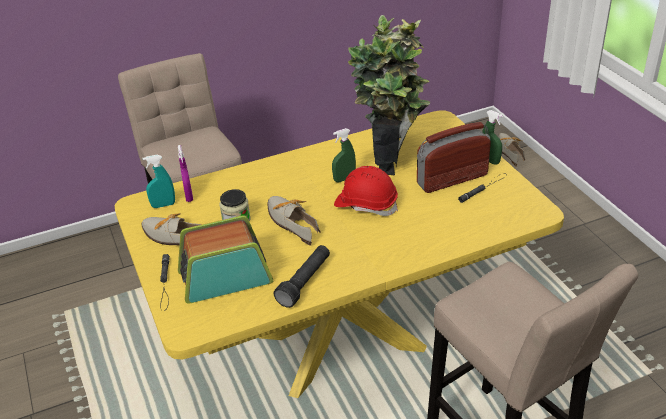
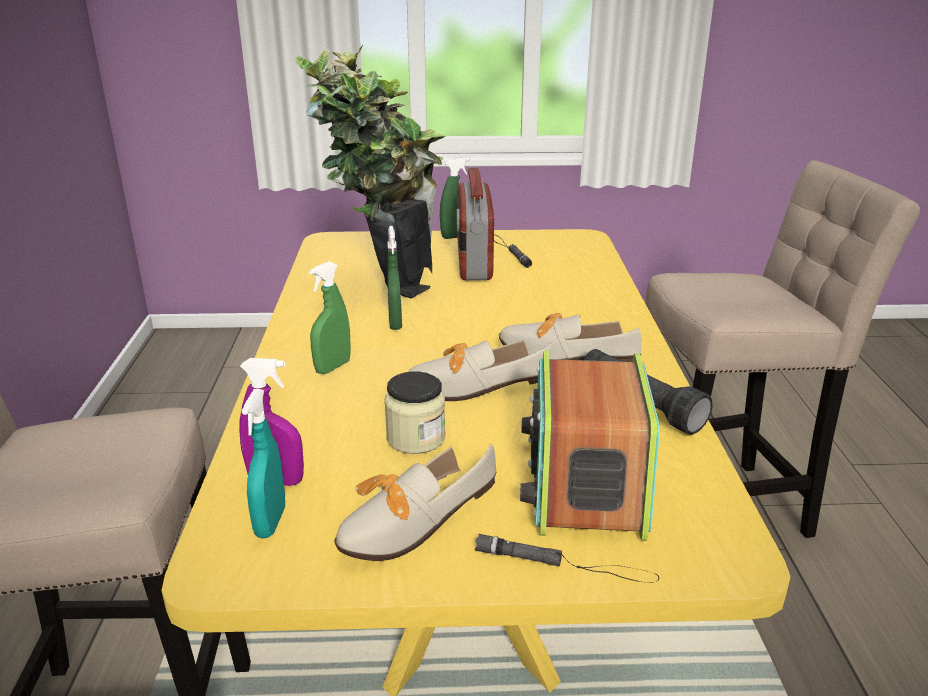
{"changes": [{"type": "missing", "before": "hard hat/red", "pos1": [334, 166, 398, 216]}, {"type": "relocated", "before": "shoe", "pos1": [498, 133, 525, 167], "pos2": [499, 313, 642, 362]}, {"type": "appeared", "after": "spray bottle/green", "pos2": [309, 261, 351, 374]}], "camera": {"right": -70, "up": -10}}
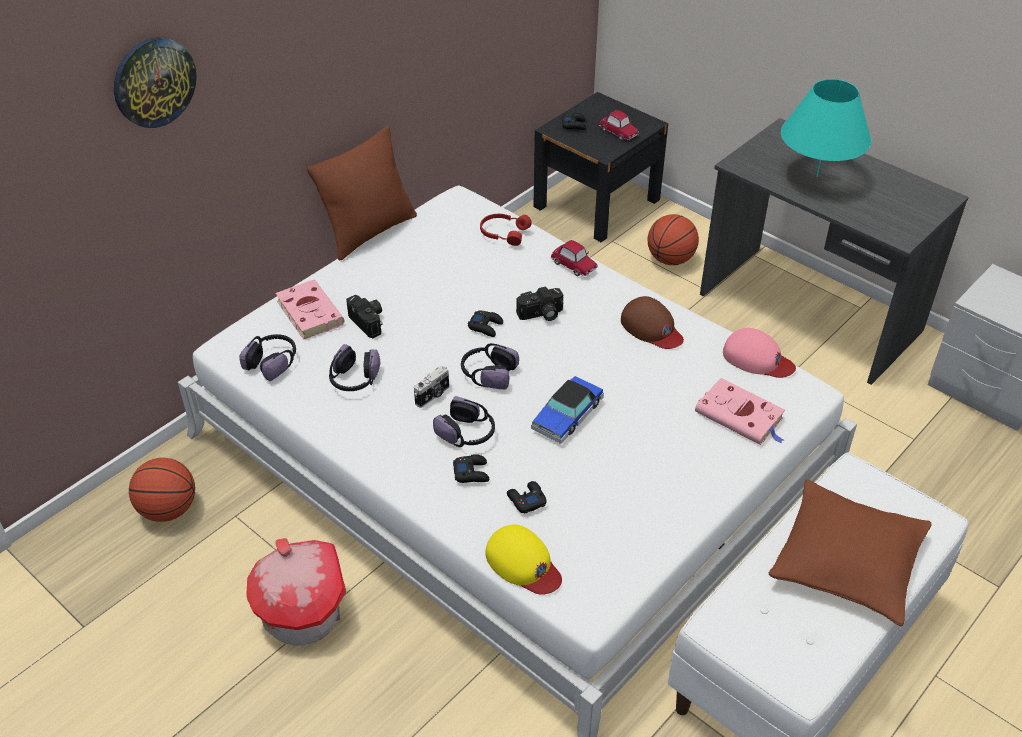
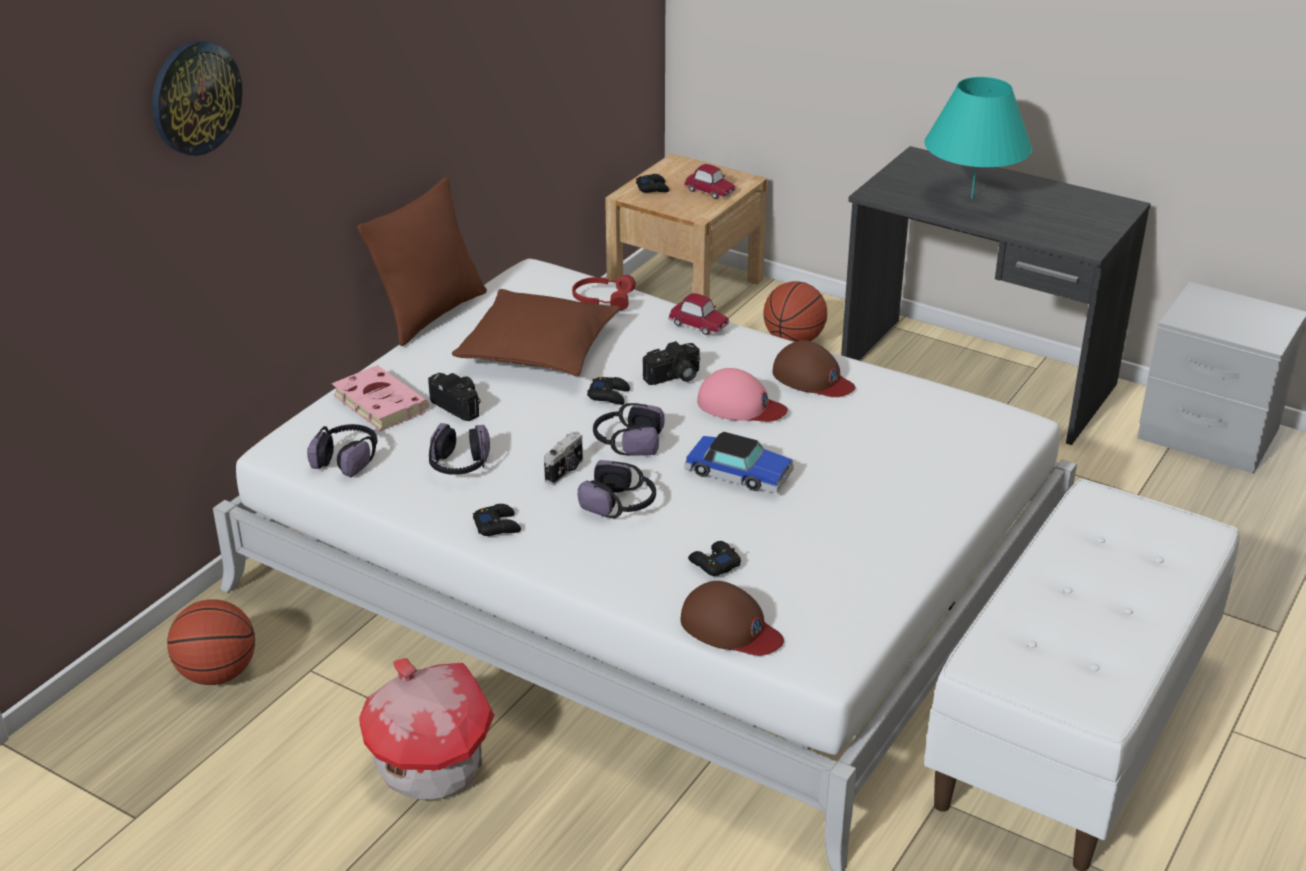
{"changes": [{"type": "relocated", "before": "game controller/black", "pos1": [453, 454, 489, 483], "pos2": [473, 504, 521, 536]}, {"type": "colour", "before": "cap/yellow", "after": "cap/brown", "pos1": [486, 524, 562, 595], "pos2": [680, 581, 784, 656]}, {"type": "spun", "before": "toy car", "pos1": [531, 376, 604, 444], "pos2": [685, 432, 794, 493], "turn": -90}, {"type": "colour", "before": "nightstand/black", "after": "nightstand/beige", "pos1": [533, 92, 668, 242], "pos2": [605, 153, 767, 299]}, {"type": "missing", "before": "book/pink", "pos1": [695, 378, 785, 445]}, {"type": "relocated", "before": "cap/pink", "pos1": [723, 328, 796, 378], "pos2": [697, 368, 788, 422]}, {"type": "relocated", "before": "pillow/brown", "pos1": [769, 480, 931, 626], "pos2": [452, 289, 620, 376]}], "camera": {"right": -10, "up": -10}}
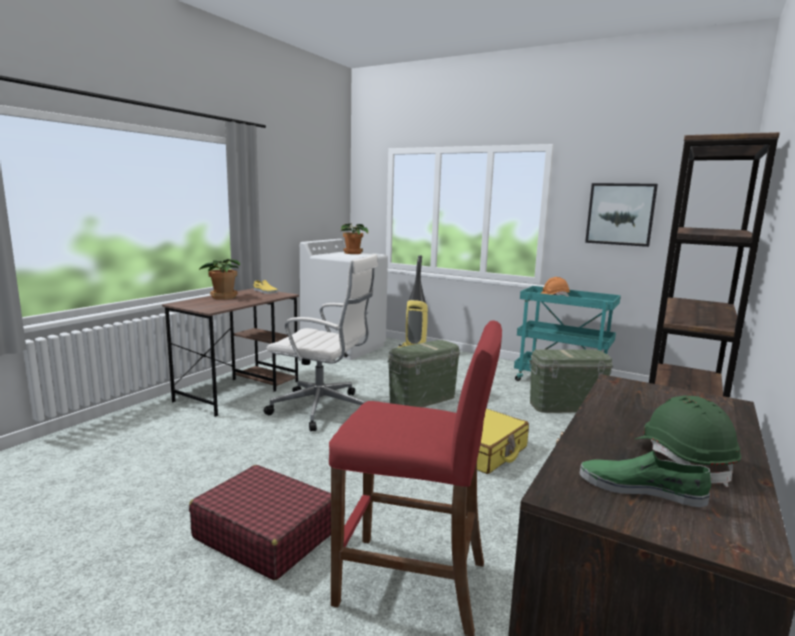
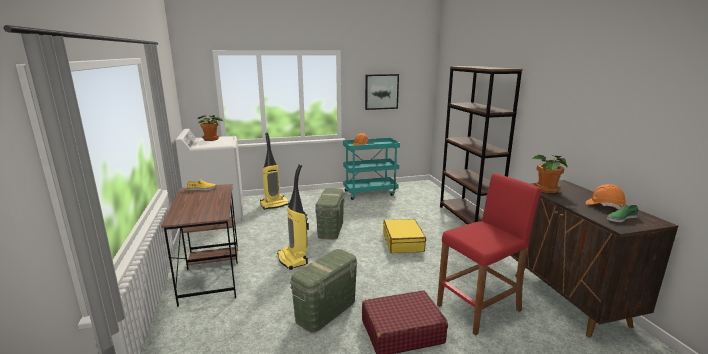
{"changes": [{"type": "relocated", "before": "potted plant", "pos1": [198, 259, 240, 300], "pos2": [532, 154, 567, 193]}, {"type": "exchanged", "before": "office chair/white", "after": "vacuum cleaner", "pos1": [264, 254, 378, 432], "pos2": [277, 164, 309, 270]}, {"type": "relocated", "before": "storage box/green", "pos1": [529, 350, 613, 413], "pos2": [290, 249, 357, 332]}, {"type": "colour", "before": "hard hat/green", "after": "hard hat/orange", "pos1": [635, 396, 741, 487], "pos2": [585, 184, 626, 209]}], "camera": {"right": -45, "up": 5}}
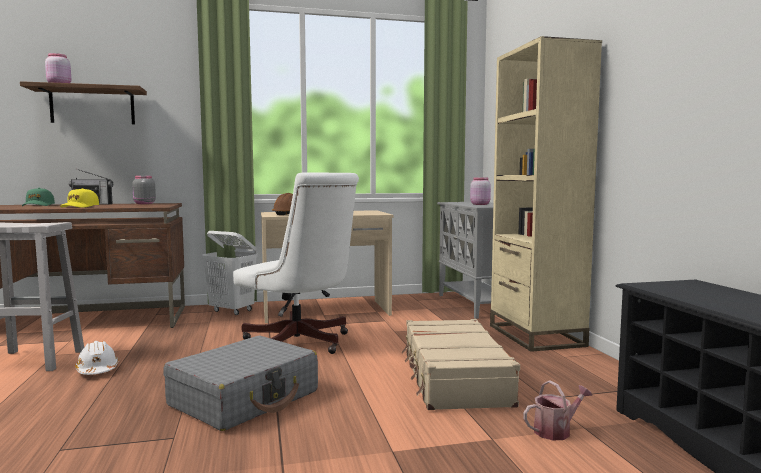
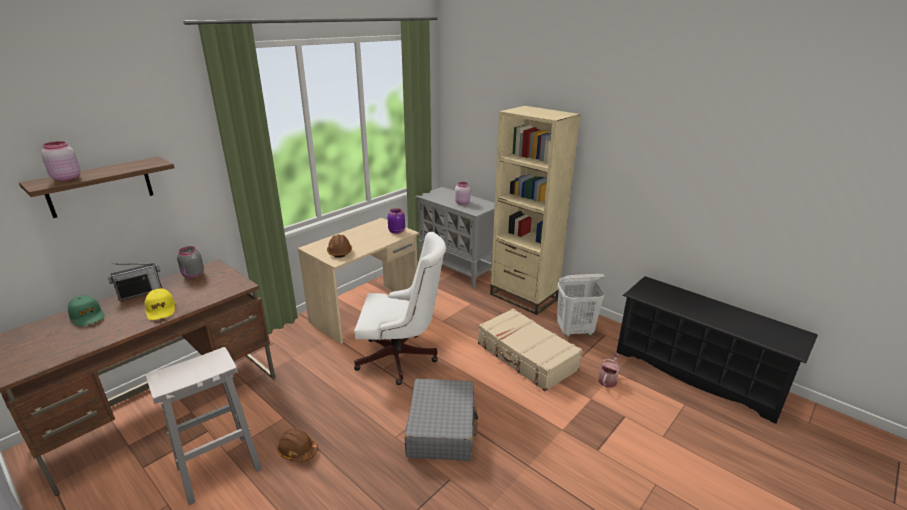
{"changes": [{"type": "colour", "before": "hard hat/white", "after": "hard hat/brown", "pos1": [75, 341, 119, 375], "pos2": [277, 429, 318, 462]}, {"type": "relocated", "before": "laundry basket/white", "pos1": [202, 231, 257, 315], "pos2": [557, 274, 605, 337]}, {"type": "appeared", "after": "jar/purple", "pos2": [388, 208, 405, 234]}], "camera": {"right": -35, "up": 20}}
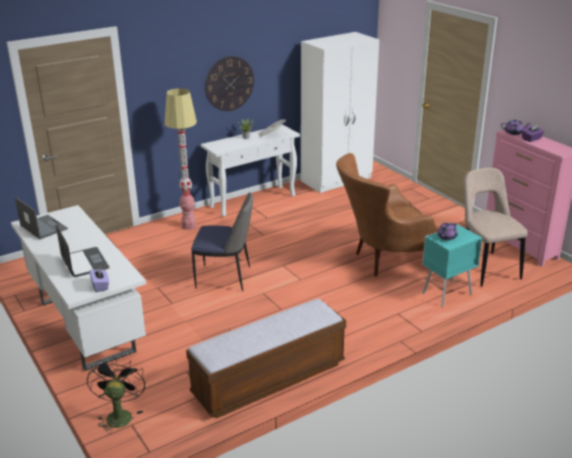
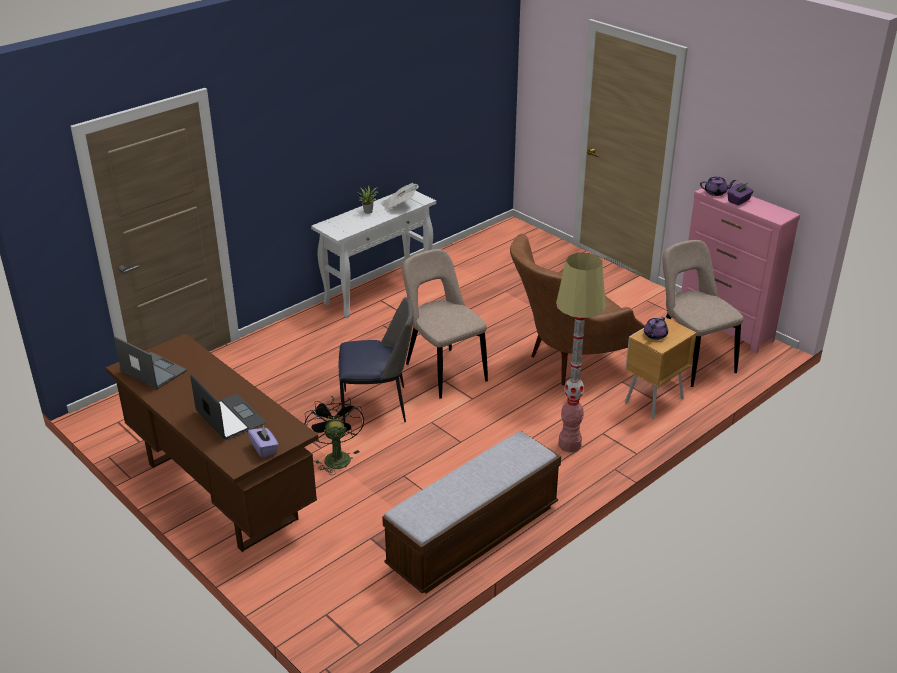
{"changes": [{"type": "colour", "before": "desk/white", "after": "desk/brown", "pos1": [11, 205, 146, 371], "pos2": [106, 334, 319, 552]}, {"type": "relocated", "before": "fan/black", "pos1": [87, 357, 145, 434], "pos2": [305, 396, 364, 475]}, {"type": "relocated", "before": "floor lamp", "pos1": [165, 88, 197, 230], "pos2": [556, 253, 606, 453]}, {"type": "missing", "before": "wall clock", "pos1": [205, 56, 254, 111]}, {"type": "missing", "before": "wardrobe/white", "pos1": [301, 32, 379, 193]}, {"type": "colour", "before": "nightstand/turquoise", "after": "nightstand/brown", "pos1": [422, 225, 482, 307], "pos2": [625, 316, 697, 419]}, {"type": "appeared", "after": "chair/beige", "pos2": [402, 249, 488, 399]}], "camera": {"right": -10, "up": 5}}
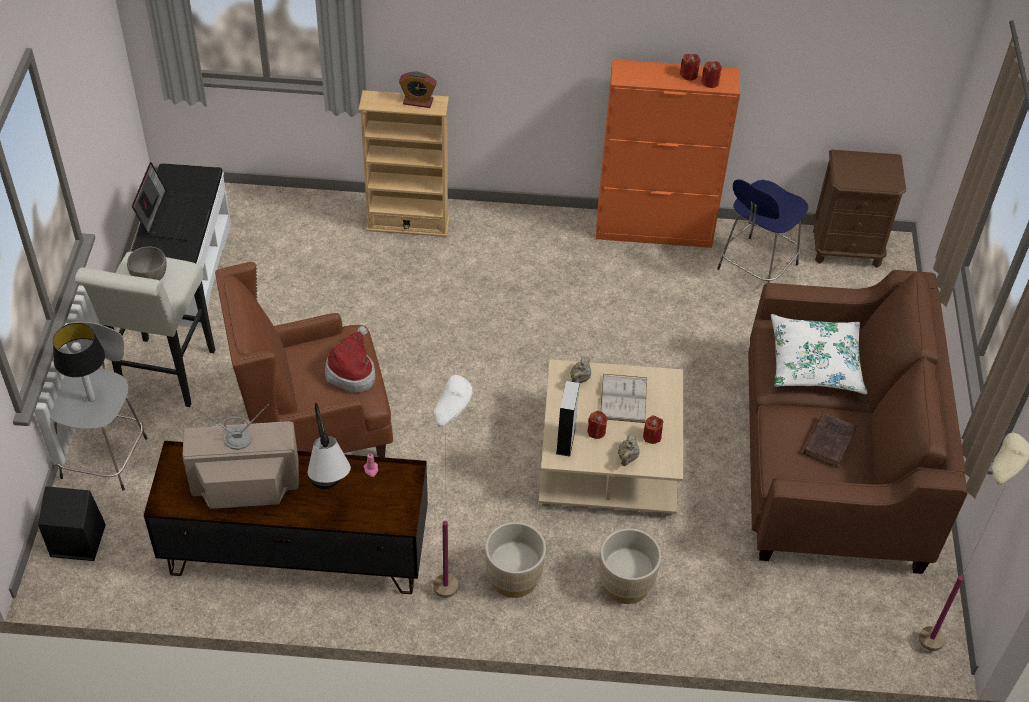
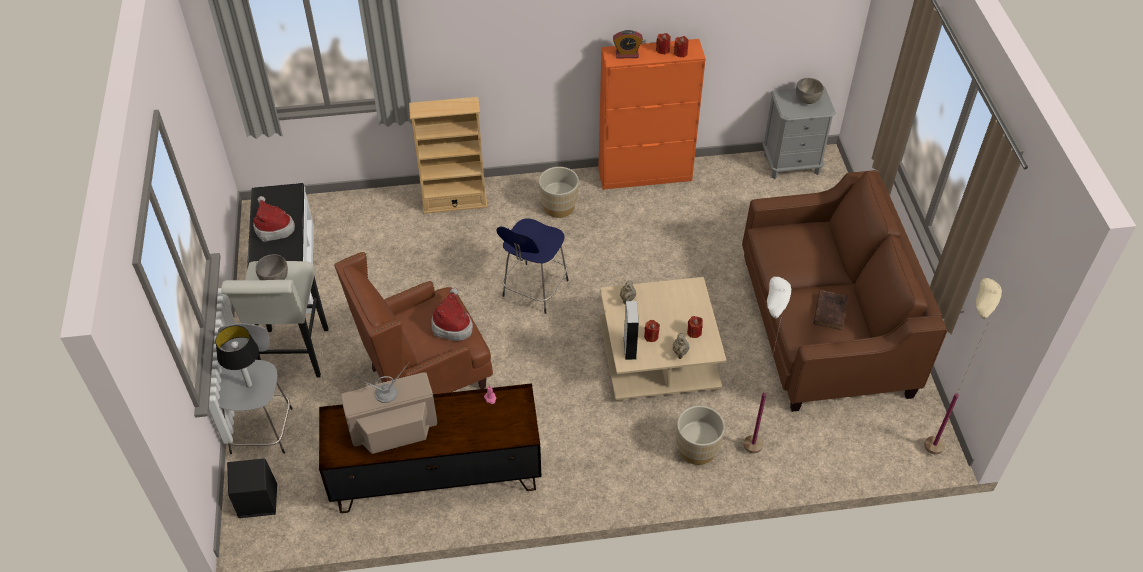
{"changes": [{"type": "exchanged", "before": "laptop", "after": "hat", "pos1": [132, 162, 205, 240], "pos2": [253, 196, 295, 242]}, {"type": "missing", "before": "table lamp", "pos1": [307, 403, 351, 489]}, {"type": "relocated", "before": "alarm clock", "pos1": [399, 72, 437, 108], "pos2": [613, 30, 643, 59]}, {"type": "relocated", "before": "floor lamp/white", "pos1": [433, 375, 473, 598], "pos2": [743, 277, 791, 454]}, {"type": "relocated", "before": "planter/beige", "pos1": [485, 522, 546, 598], "pos2": [539, 167, 579, 218]}, {"type": "missing", "before": "book/white", "pos1": [600, 374, 647, 423]}, {"type": "relocated", "before": "stool/blue", "pos1": [717, 179, 808, 283], "pos2": [497, 219, 569, 314]}, {"type": "missing", "before": "pillow/white", "pos1": [771, 314, 867, 394]}, {"type": "colour", "before": "nightstand/brown", "after": "nightstand/grey", "pos1": [813, 150, 906, 268], "pos2": [762, 86, 836, 179]}, {"type": "appeared", "after": "bowl/grey", "pos2": [796, 78, 823, 104]}], "camera": {"right": -10, "up": 0}}
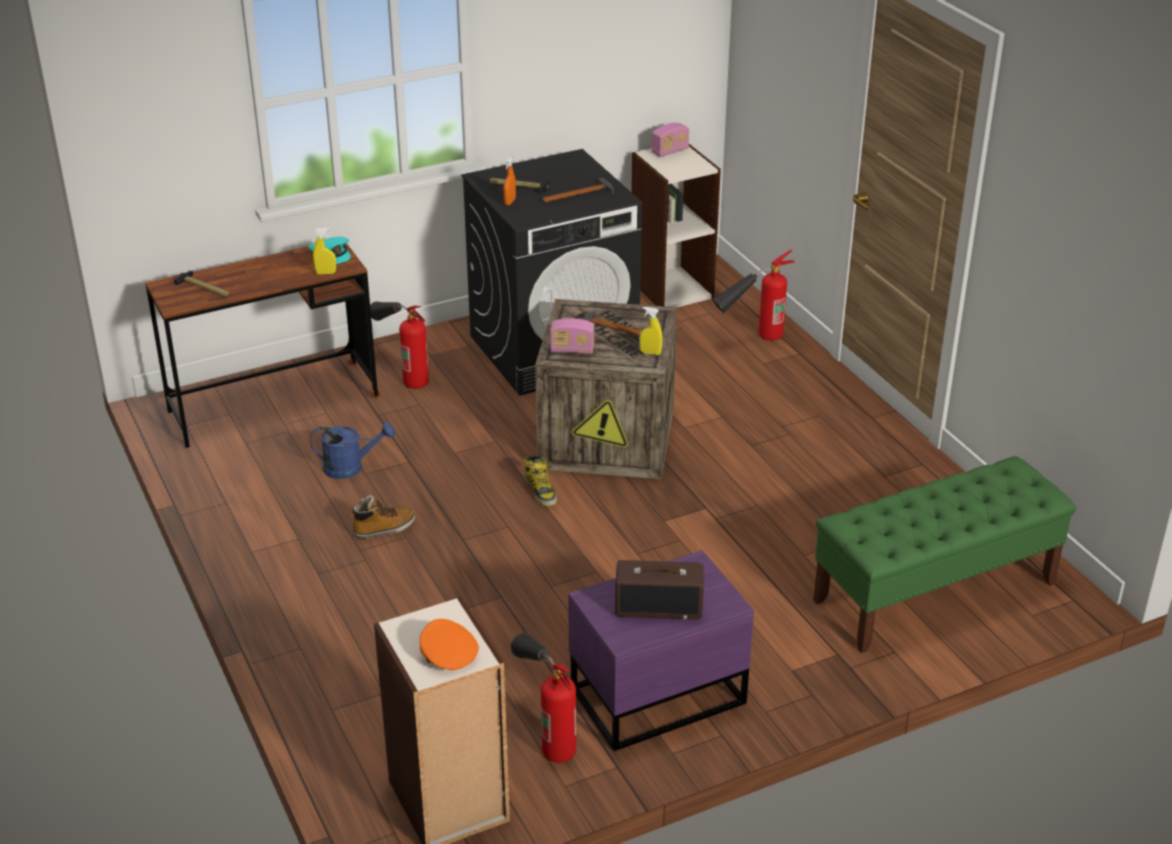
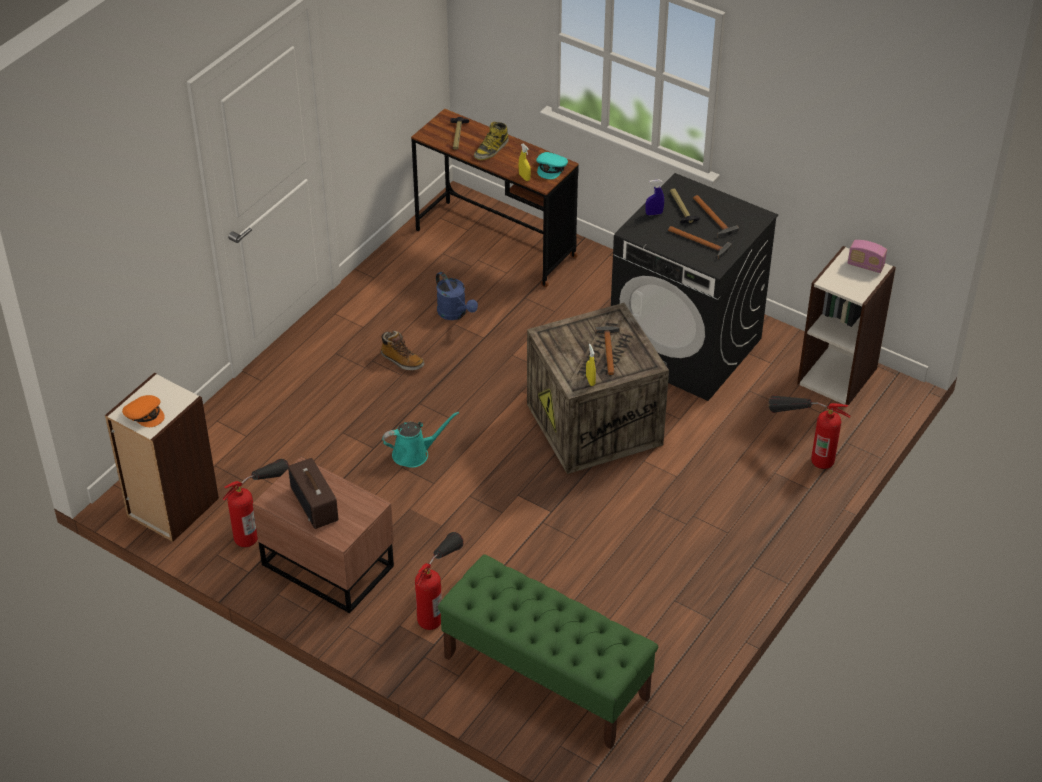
{"changes": [{"type": "relocated", "before": "fire extinguisher", "pos1": [370, 301, 429, 389], "pos2": [415, 532, 464, 630]}, {"type": "spun", "before": "cap/orange", "pos1": [420, 619, 479, 670], "pos2": [122, 395, 165, 427], "turn": 105}, {"type": "colour", "before": "spray bottle/orange", "after": "spray bottle/blue", "pos1": [503, 156, 516, 205], "pos2": [646, 180, 664, 215]}, {"type": "relocated", "before": "boot", "pos1": [523, 455, 557, 507], "pos2": [474, 122, 509, 160]}, {"type": "missing", "before": "radio", "pos1": [550, 318, 594, 354]}, {"type": "colour", "before": "nightstand/purple", "after": "nightstand/brown", "pos1": [568, 550, 754, 751], "pos2": [252, 457, 394, 613]}, {"type": "appeared", "after": "watering can/turquoise", "pos2": [382, 412, 459, 468]}, {"type": "appeared", "after": "hammer", "pos2": [693, 195, 739, 238]}], "camera": {"right": 60, "up": 10}}
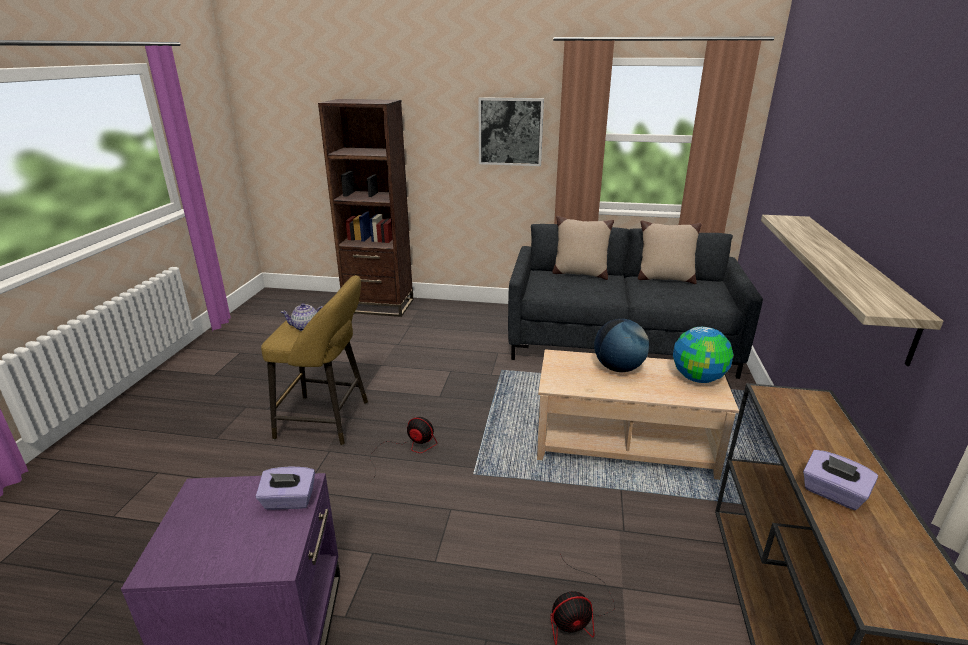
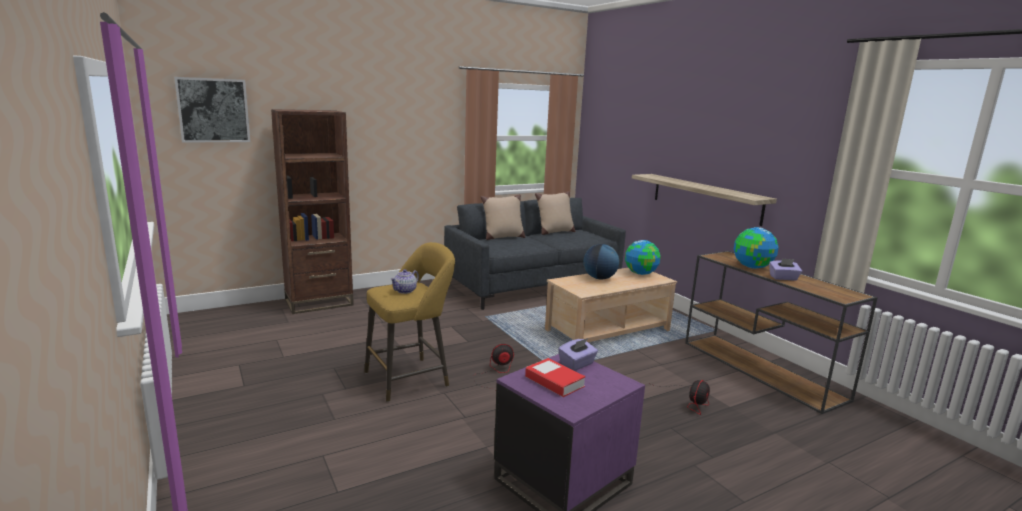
{"changes": [{"type": "relocated", "before": "picture", "pos1": [479, 97, 544, 166], "pos2": [174, 77, 251, 143]}, {"type": "appeared", "after": "book", "pos2": [525, 358, 586, 397]}, {"type": "appeared", "after": "globe", "pos2": [734, 227, 779, 269]}], "camera": {"right": -40, "up": -10}}
